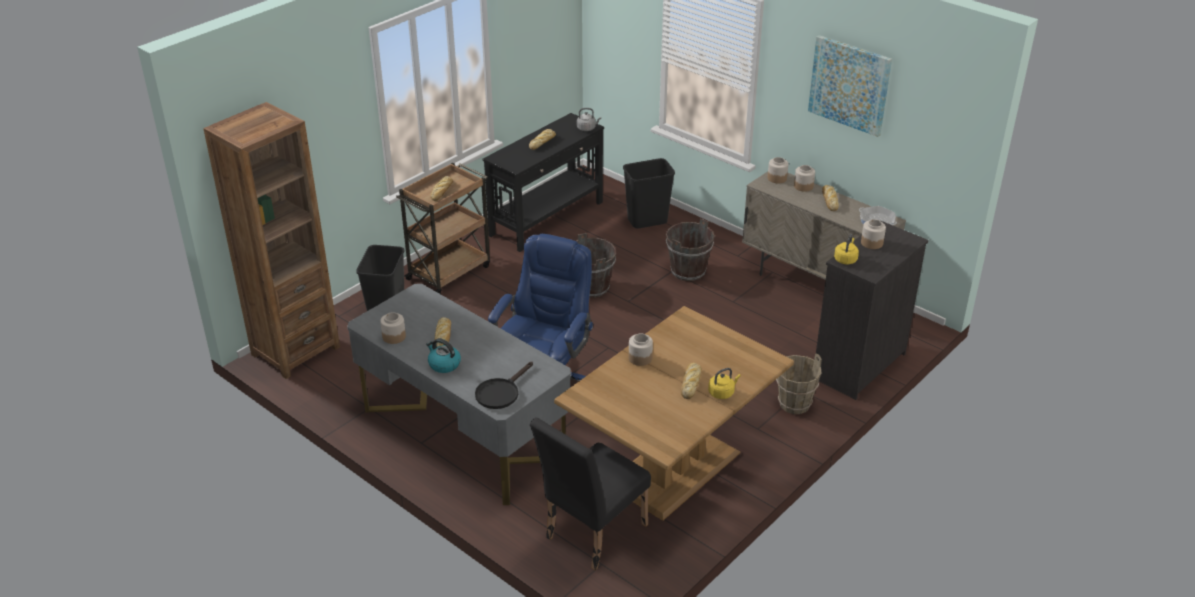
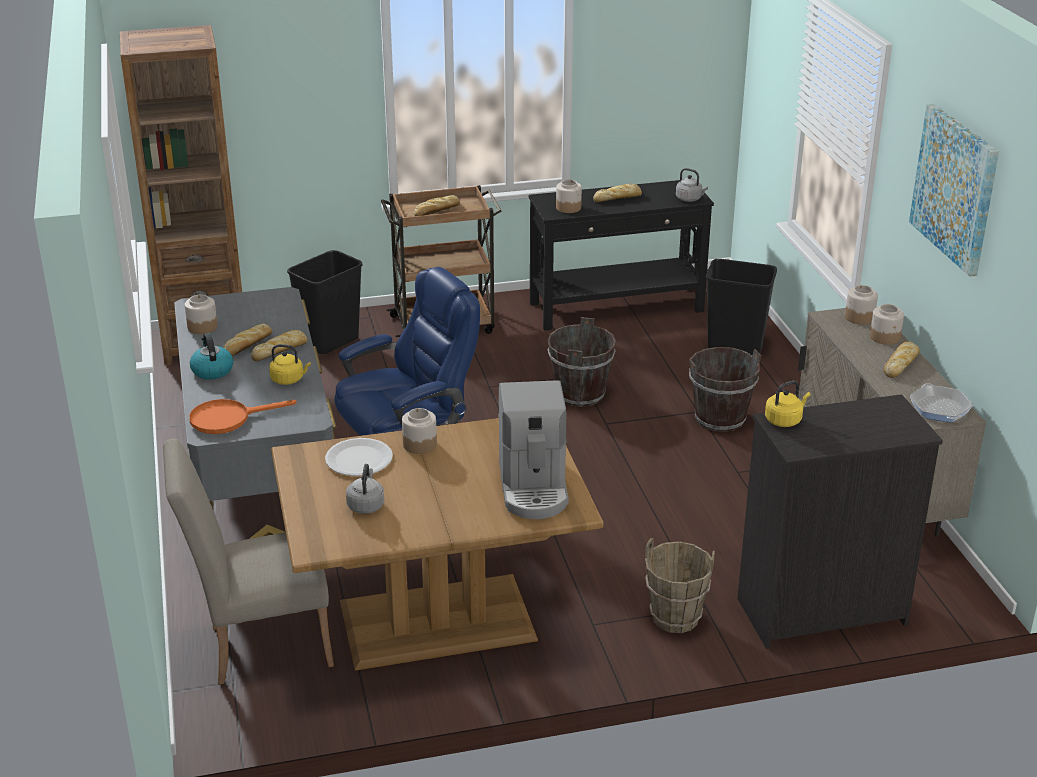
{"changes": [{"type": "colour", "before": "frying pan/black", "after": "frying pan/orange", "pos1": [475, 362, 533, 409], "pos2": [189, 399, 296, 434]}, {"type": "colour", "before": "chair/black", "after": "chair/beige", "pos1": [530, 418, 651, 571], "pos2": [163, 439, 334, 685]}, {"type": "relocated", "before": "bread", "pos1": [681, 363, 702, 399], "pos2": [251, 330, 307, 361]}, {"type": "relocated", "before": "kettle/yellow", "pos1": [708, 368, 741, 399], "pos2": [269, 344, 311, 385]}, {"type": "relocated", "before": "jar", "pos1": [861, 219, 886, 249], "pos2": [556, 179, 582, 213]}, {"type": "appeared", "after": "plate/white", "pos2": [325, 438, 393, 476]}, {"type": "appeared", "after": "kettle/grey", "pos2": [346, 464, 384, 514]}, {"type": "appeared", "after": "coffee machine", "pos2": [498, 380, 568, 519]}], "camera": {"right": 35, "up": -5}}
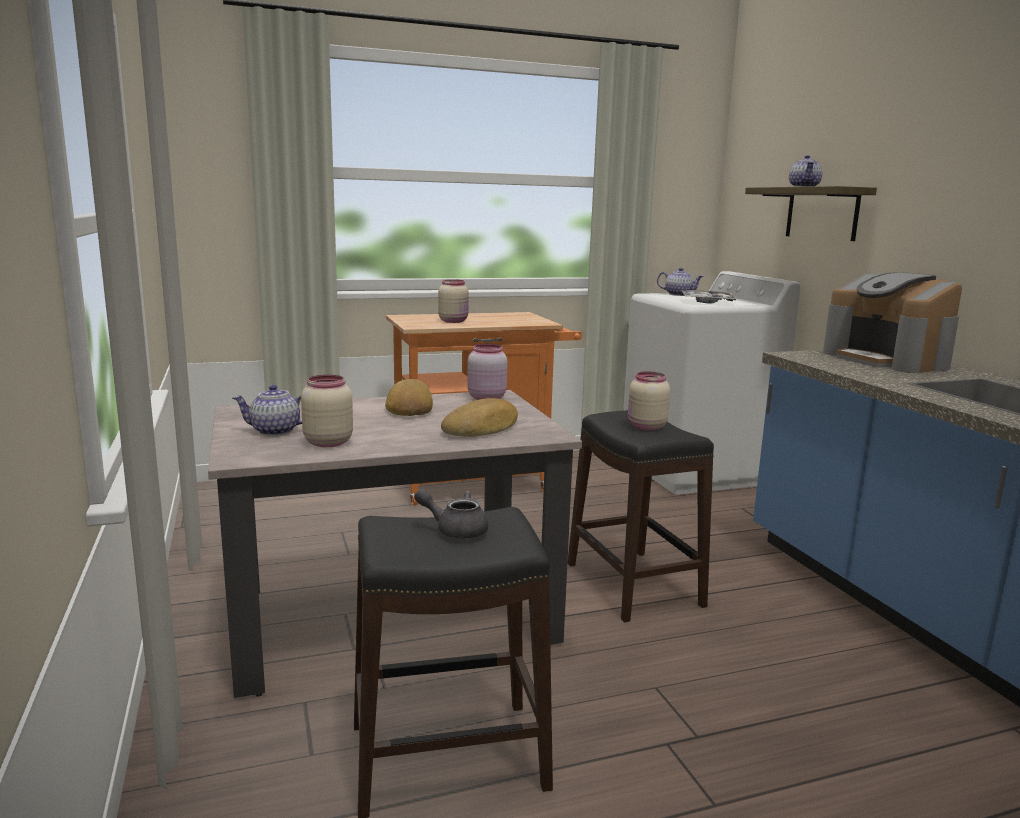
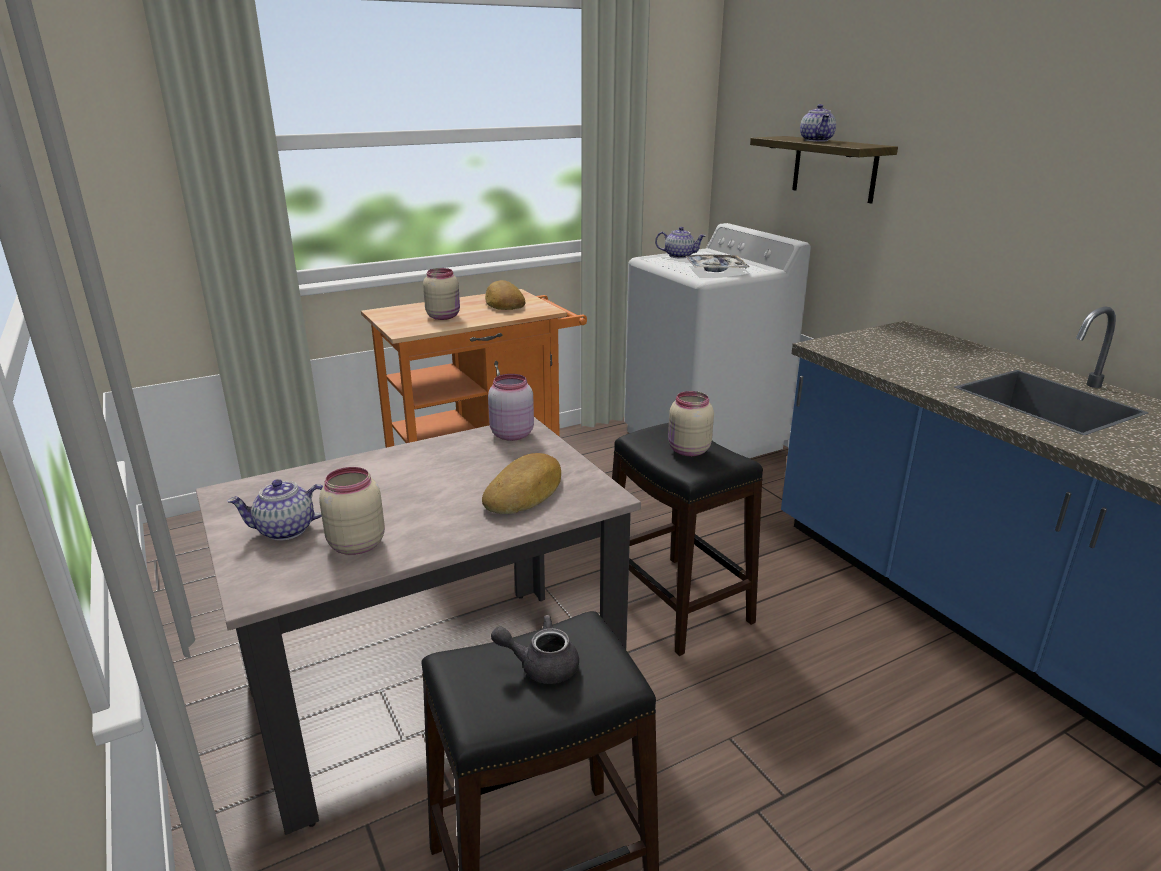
{"changes": [{"type": "relocated", "before": "bread", "pos1": [385, 379, 433, 416], "pos2": [485, 280, 525, 310]}, {"type": "missing", "before": "coffee machine", "pos1": [823, 272, 962, 373]}], "camera": {"right": -10, "up": 10}}
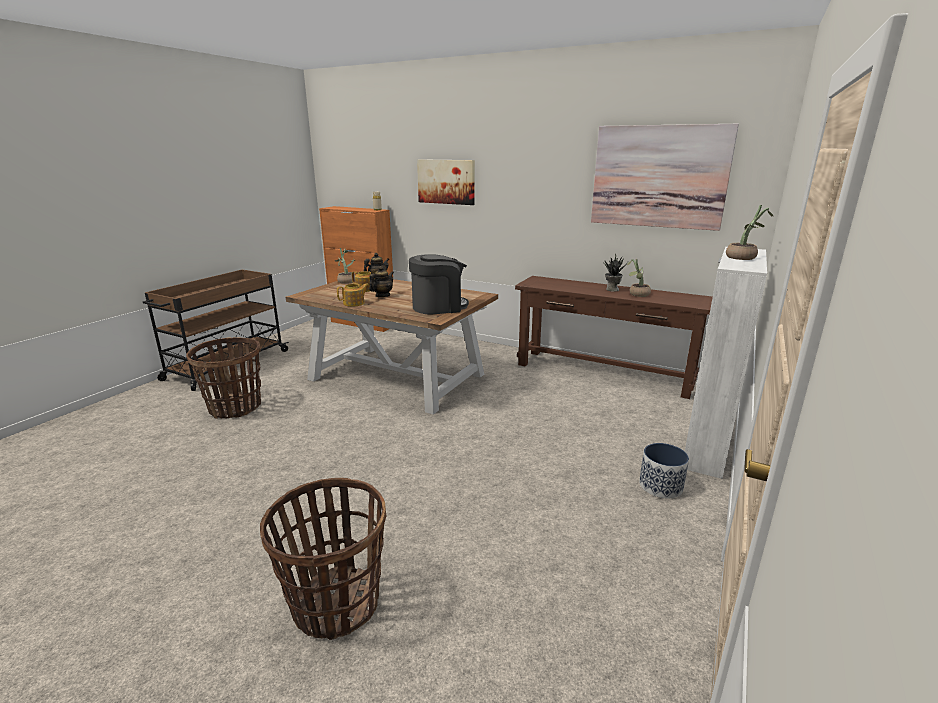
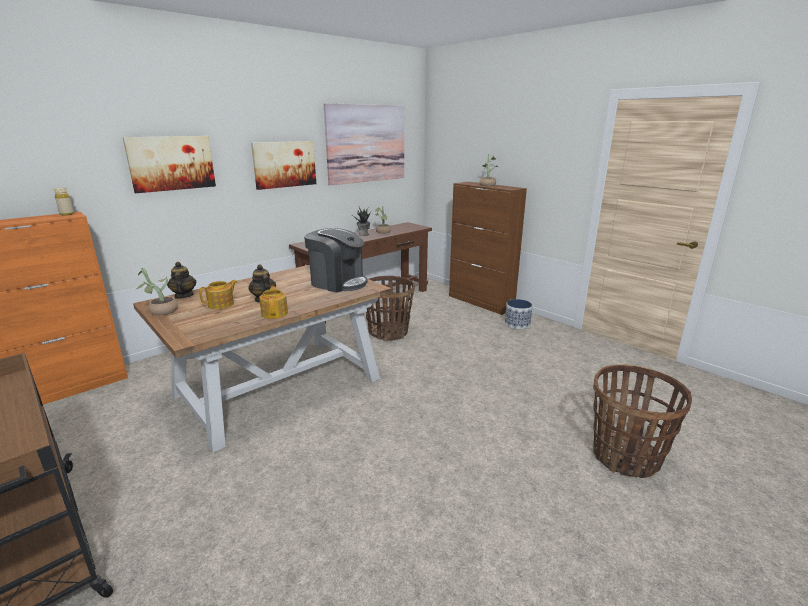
{"changes": [{"type": "relocated", "before": "basket", "pos1": [186, 337, 261, 419], "pos2": [366, 276, 415, 341]}, {"type": "spun", "before": "coffee machine", "pos1": [409, 254, 469, 315], "pos2": [304, 228, 368, 293], "turn": 120}, {"type": "colour", "before": "cabinet/white", "after": "cabinet/brown", "pos1": [685, 247, 767, 479], "pos2": [449, 182, 527, 315]}, {"type": "appeared", "after": "picture", "pos2": [251, 141, 316, 190]}], "camera": {"right": -70, "up": 0}}
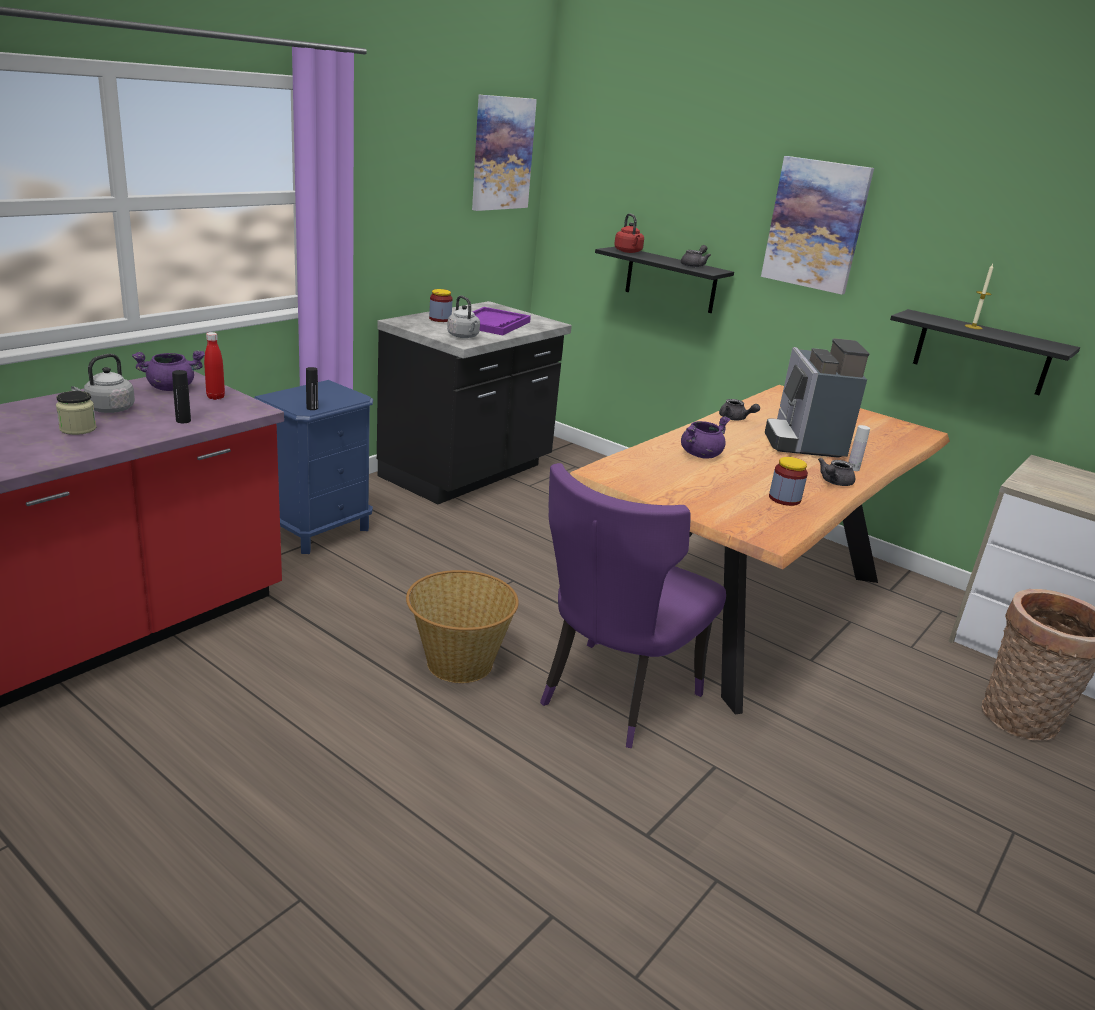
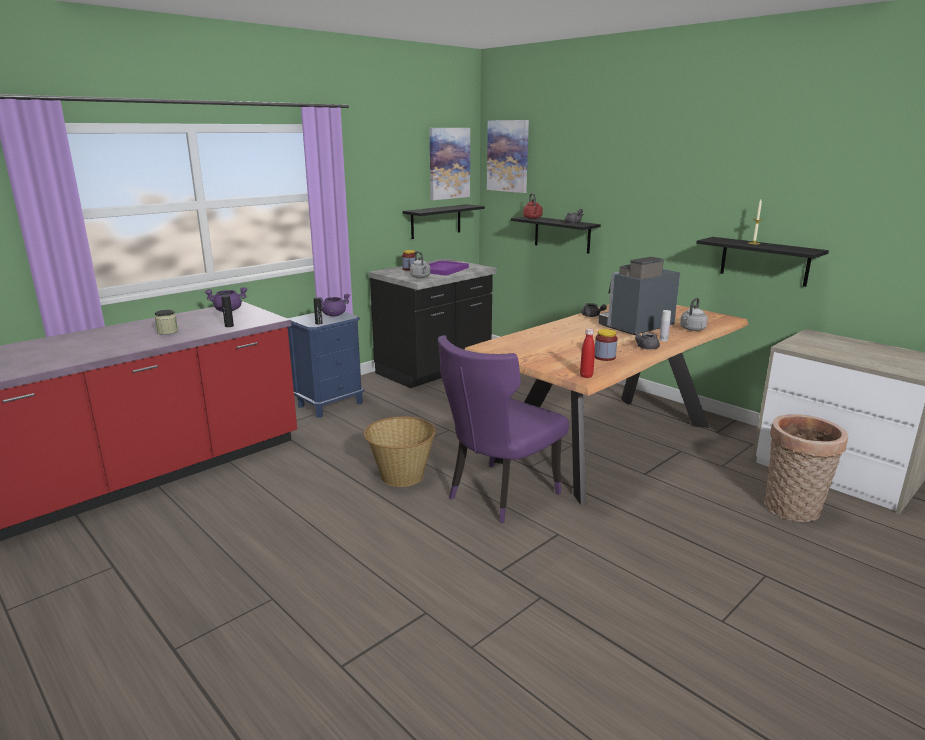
{"changes": [{"type": "relocated", "before": "kettle/grey", "pos1": [71, 354, 135, 413], "pos2": [680, 298, 708, 331]}, {"type": "relocated", "before": "bottle/red", "pos1": [204, 332, 225, 400], "pos2": [580, 329, 595, 378]}, {"type": "relocated", "before": "cooking pot/purple", "pos1": [681, 416, 730, 459], "pos2": [320, 294, 350, 317]}, {"type": "relocated", "before": "picture", "pos1": [761, 156, 874, 295], "pos2": [487, 120, 529, 193]}, {"type": "spun", "before": "coffee machine", "pos1": [765, 338, 870, 458], "pos2": [598, 257, 680, 335], "turn": 45}, {"type": "appeared", "after": "shelf/black", "pos2": [402, 204, 485, 239]}], "camera": {"right": 10, "up": -5}}
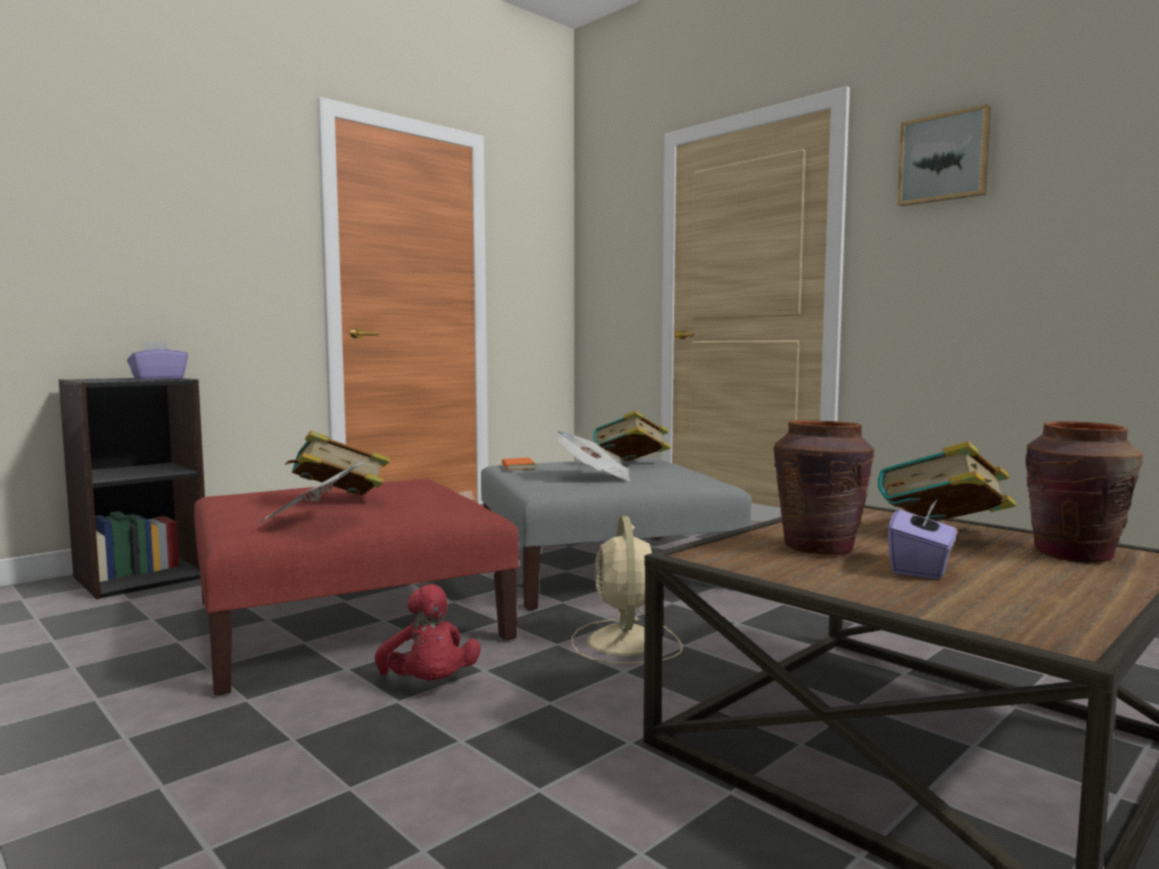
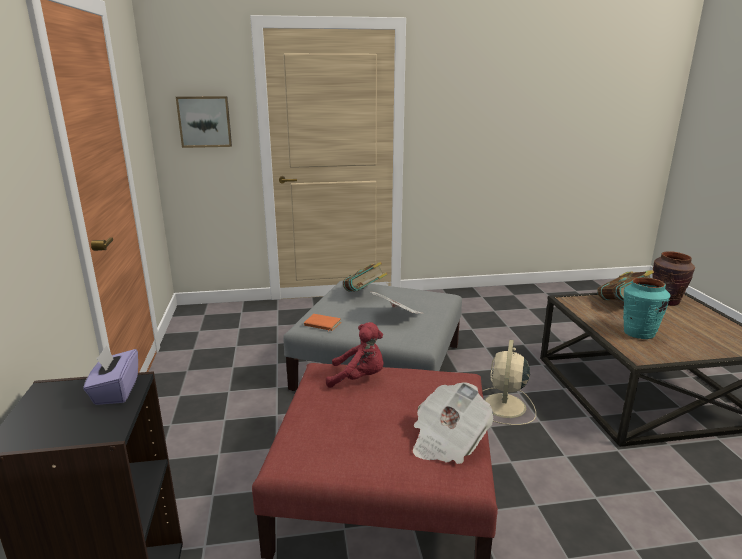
{"changes": [{"type": "missing", "before": "book", "pos1": [285, 431, 391, 496]}, {"type": "relocated", "before": "plush toy/red", "pos1": [375, 584, 481, 681], "pos2": [326, 322, 384, 388]}, {"type": "spun", "before": "fan/beige", "pos1": [572, 516, 683, 664], "pos2": [482, 340, 536, 425], "turn": 75}, {"type": "colour", "before": "vase/brown", "after": "vase/turquoise", "pos1": [773, 420, 875, 555], "pos2": [623, 277, 670, 339]}, {"type": "missing", "before": "tissue box/purple", "pos1": [888, 499, 957, 579]}, {"type": "relocated", "before": "picture", "pos1": [898, 104, 991, 206], "pos2": [176, 96, 232, 148]}], "camera": {"right": -55, "up": 15}}
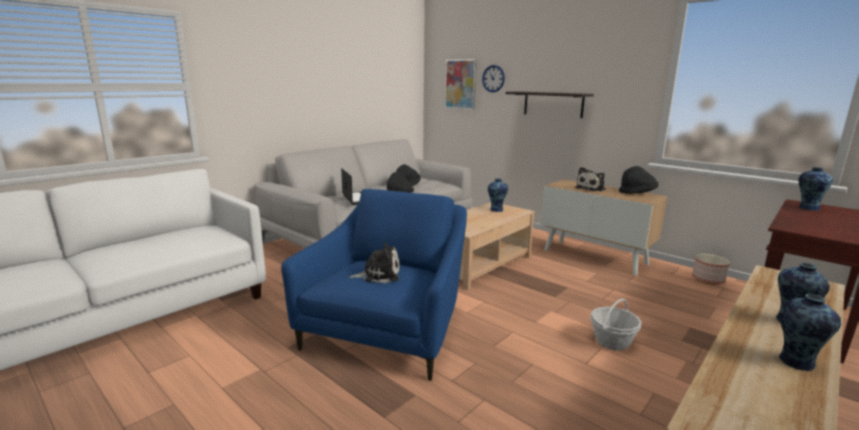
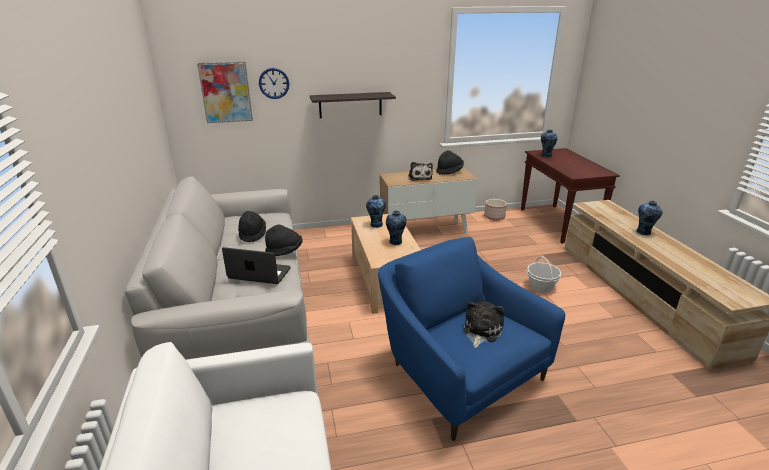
{"changes": [{"type": "relocated", "before": "vase", "pos1": [779, 294, 841, 371], "pos2": [386, 211, 407, 245]}], "camera": {"right": -55, "up": 10}}
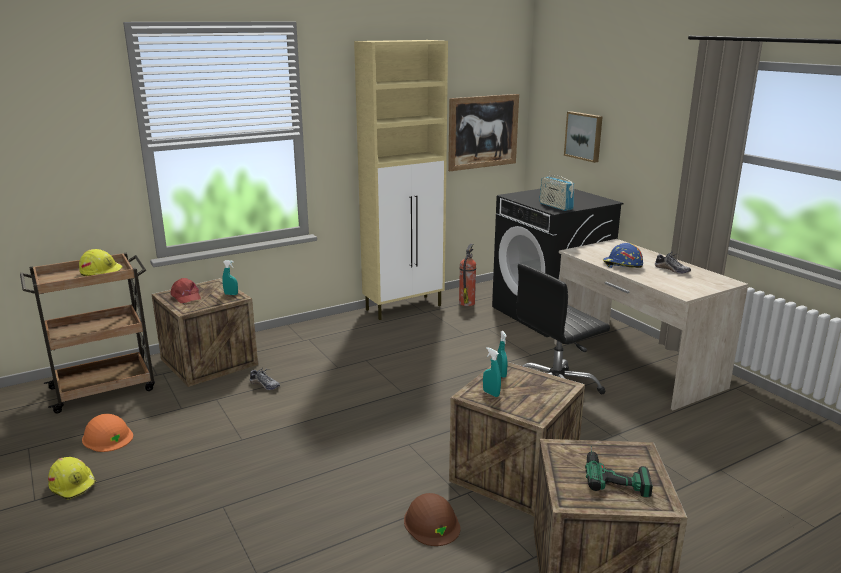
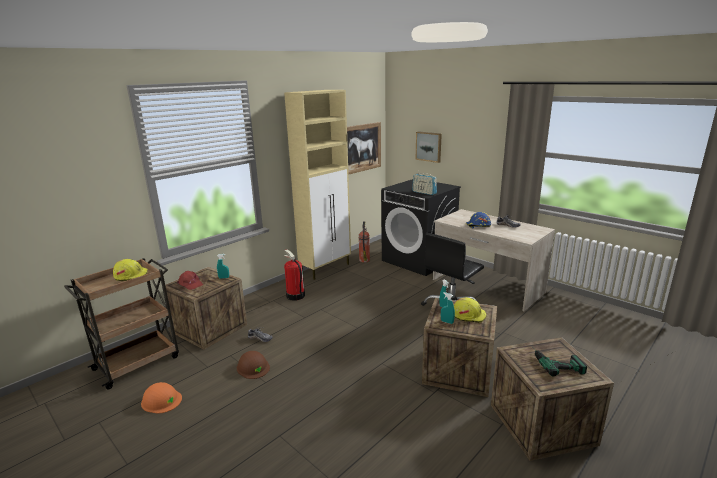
{"changes": [{"type": "relocated", "before": "hard hat/yellow", "pos1": [48, 457, 97, 500], "pos2": [454, 298, 487, 323]}, {"type": "relocated", "before": "hard hat/brown", "pos1": [404, 493, 460, 546], "pos2": [237, 351, 270, 379]}, {"type": "appeared", "after": "fire extinguisher", "pos2": [284, 250, 305, 301]}], "camera": {"right": -15, "up": 0}}
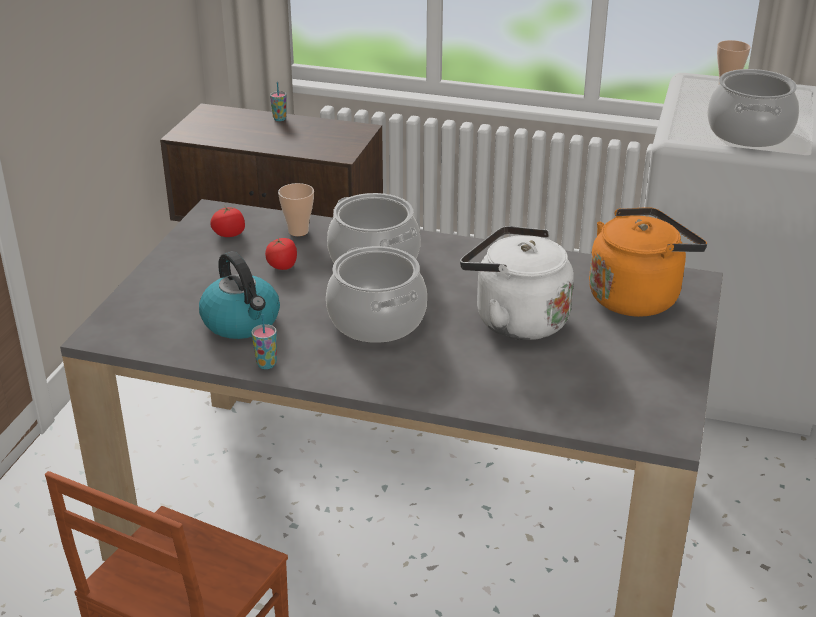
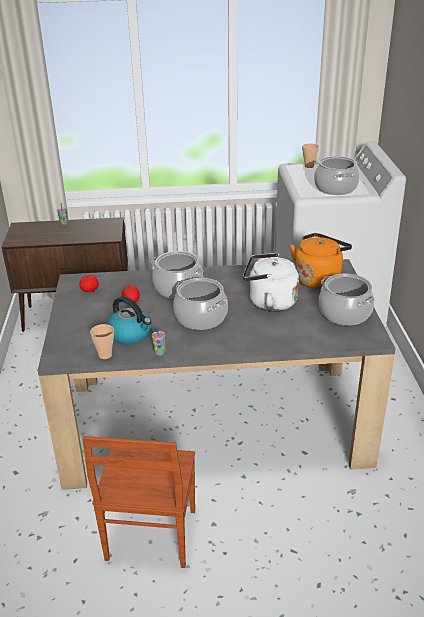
{"changes": [{"type": "relocated", "before": "cup", "pos1": [278, 183, 314, 236], "pos2": [90, 324, 114, 359]}, {"type": "appeared", "after": "cooking pot", "pos2": [319, 274, 375, 325]}], "camera": {"right": -20, "up": 0}}
